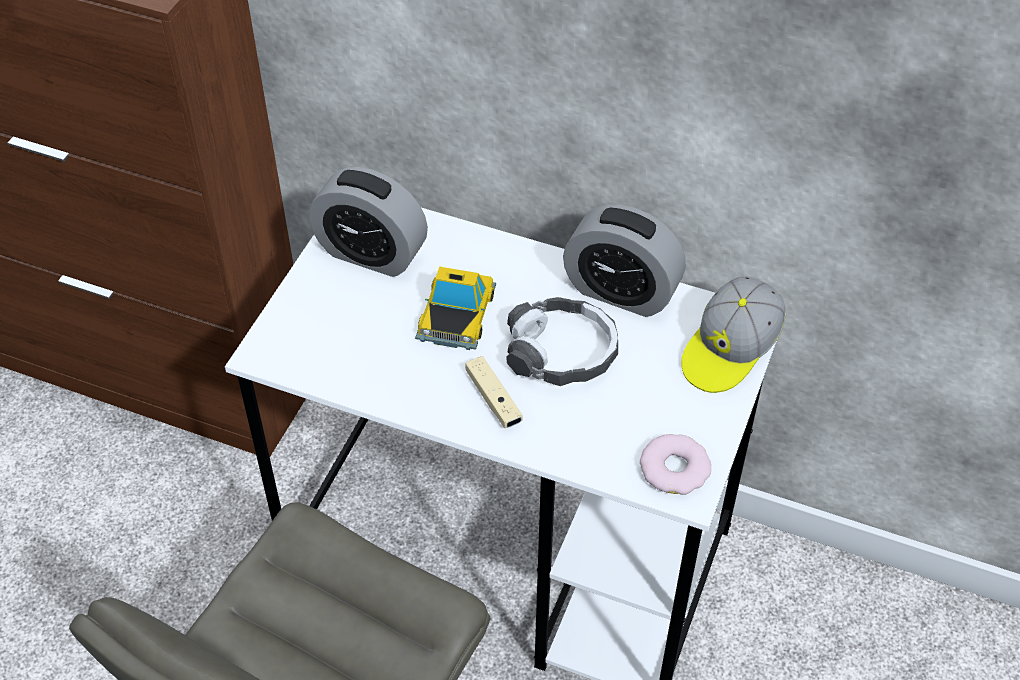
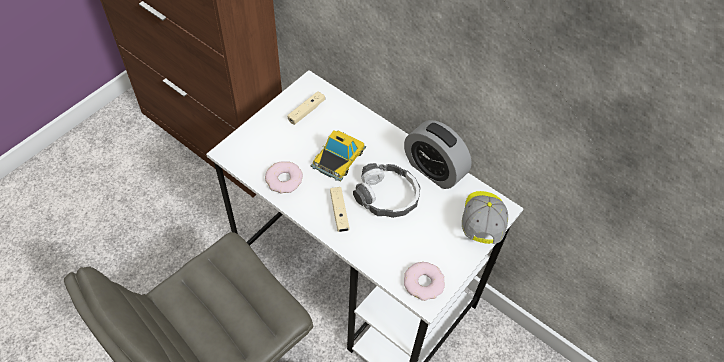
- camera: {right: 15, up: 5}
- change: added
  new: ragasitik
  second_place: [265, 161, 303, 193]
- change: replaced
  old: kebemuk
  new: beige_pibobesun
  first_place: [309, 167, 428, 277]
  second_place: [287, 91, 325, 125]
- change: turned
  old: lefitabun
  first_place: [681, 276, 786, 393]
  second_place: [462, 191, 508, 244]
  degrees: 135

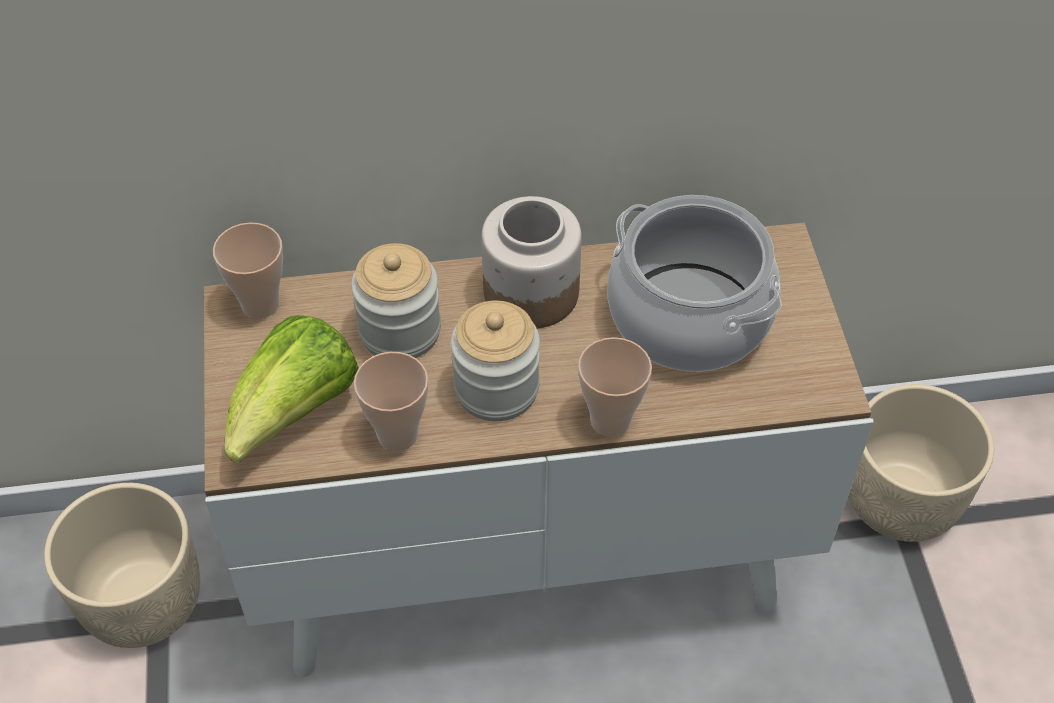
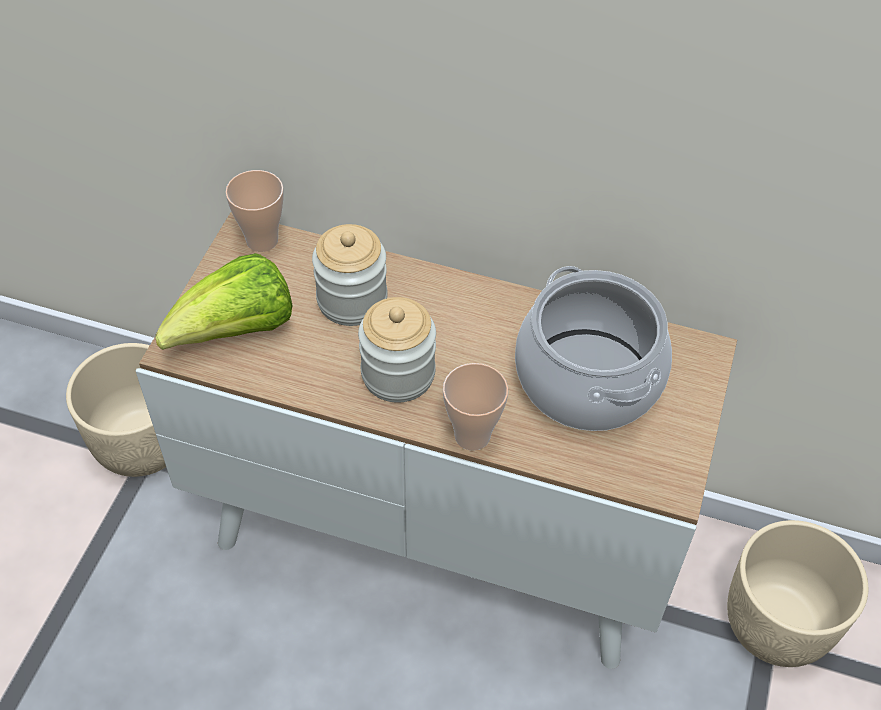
- camera: {right: 25, up: 0}
- change: removed
  old: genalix
  first_place: [354, 352, 428, 451]
- change: removed
  old: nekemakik
  first_place: [481, 196, 582, 329]

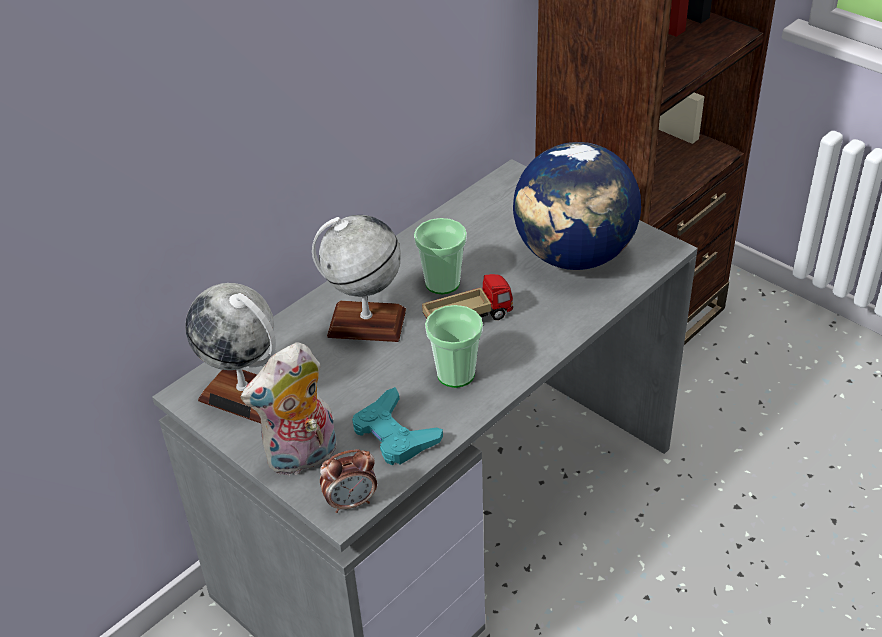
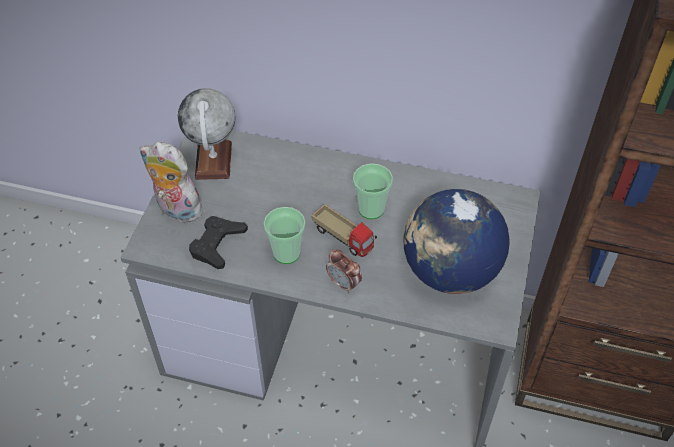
- camera: {right: 60, up: 10}
- change: recoloured
  old: turquoise_pibobesun
  new: black_pibobesun
  first_place: [352, 387, 443, 465]
  second_place: [189, 216, 248, 269]
- change: moved
  old: kebemuk
  first_place: [320, 449, 377, 513]
  second_place: [326, 249, 362, 293]
- change: removed
  old: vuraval
  first_place: [312, 215, 406, 342]

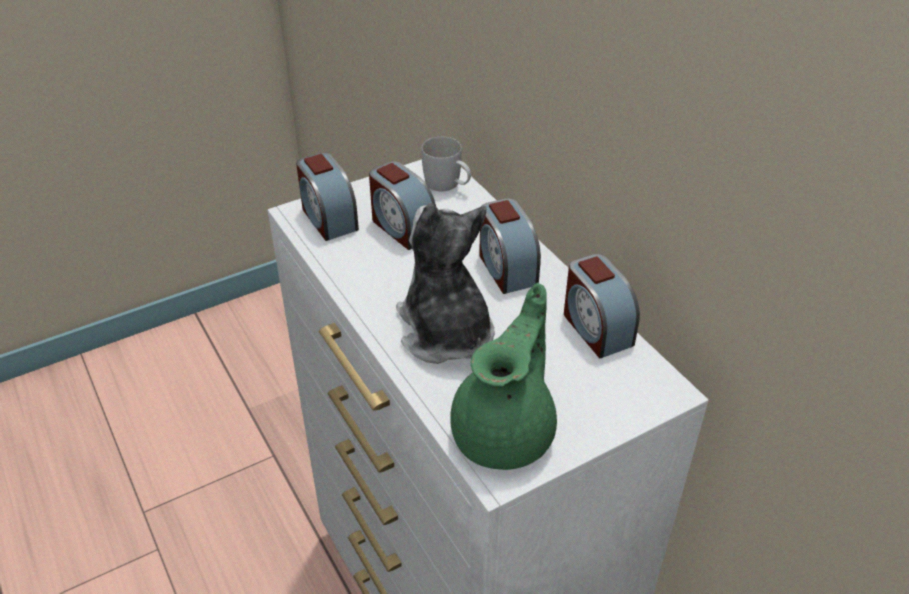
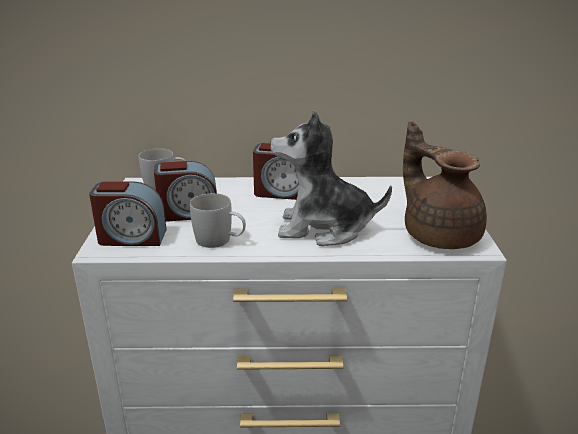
- camera: {right: -60, up: -15}
- change: added
  new: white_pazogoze
  second_place: [190, 193, 246, 248]
- change: recoloured
  old: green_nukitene
  new: brown_nukitene
  first_place: [450, 283, 557, 470]
  second_place: [403, 121, 487, 249]
- change: removed
  old: kebemuk
  first_place: [564, 254, 640, 359]

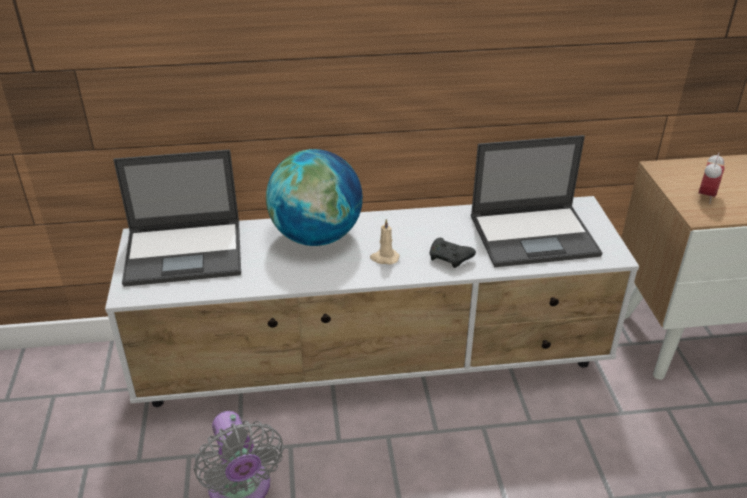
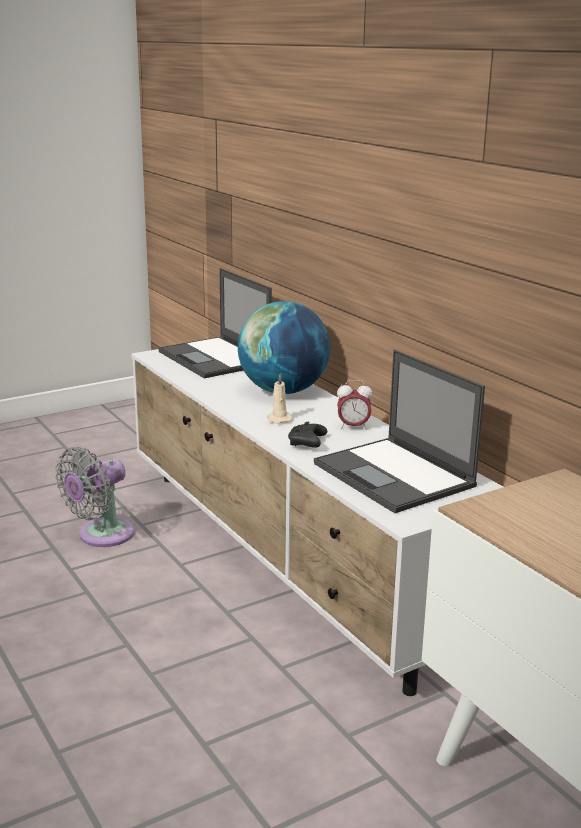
- camera: {right: 65, up: -15}
- change: moved
  old: kebemuk
  first_place: [698, 152, 725, 204]
  second_place: [337, 380, 373, 430]

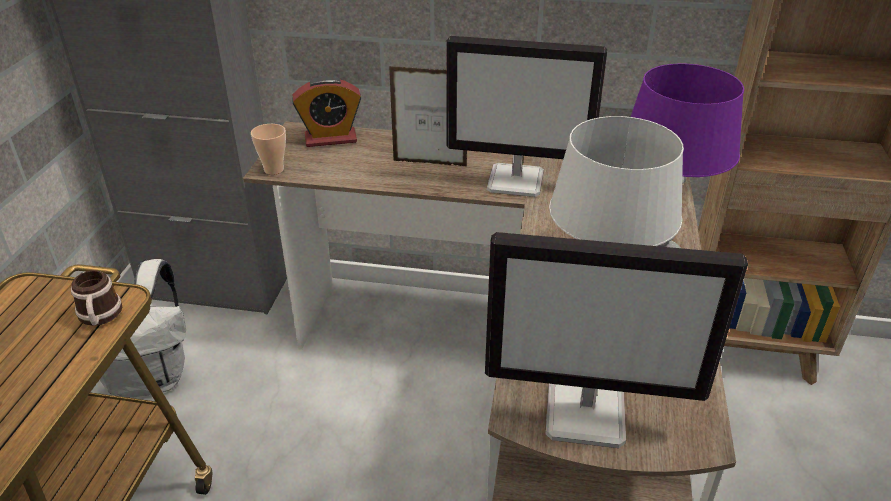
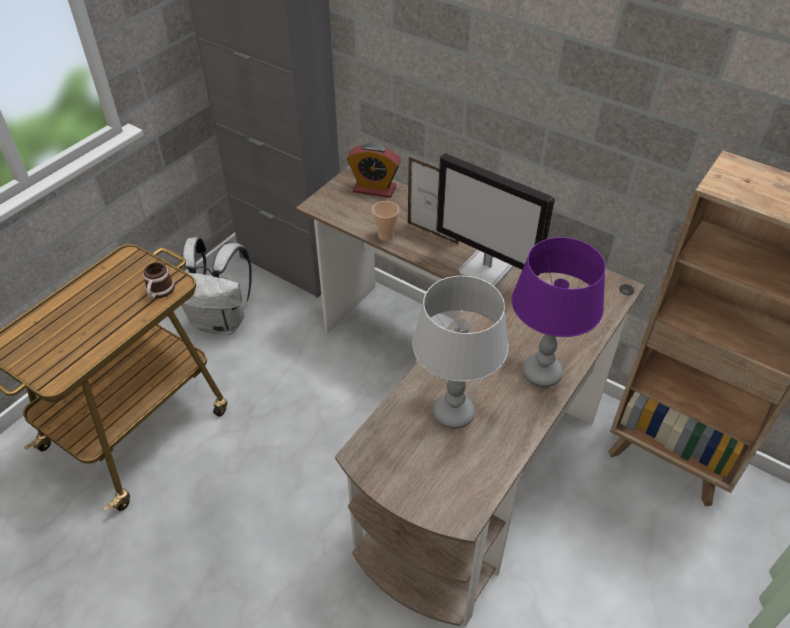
- camera: {right: 25, up: 10}
- change: moved
  old: genalix
  first_place: [251, 124, 286, 175]
  second_place: [372, 201, 399, 241]
- change: removed
  old: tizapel
  first_place: [485, 232, 748, 448]

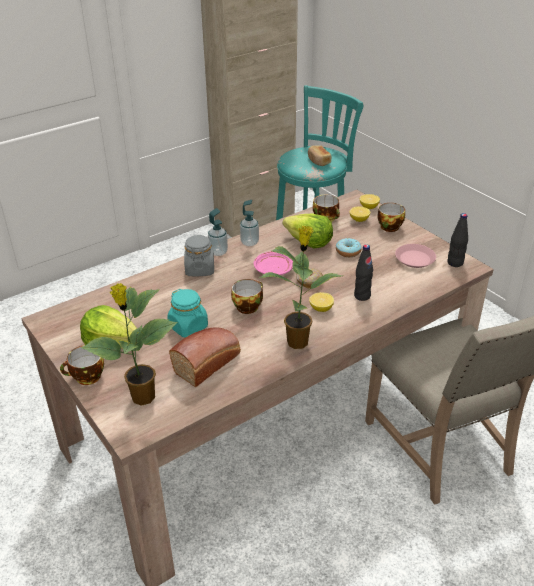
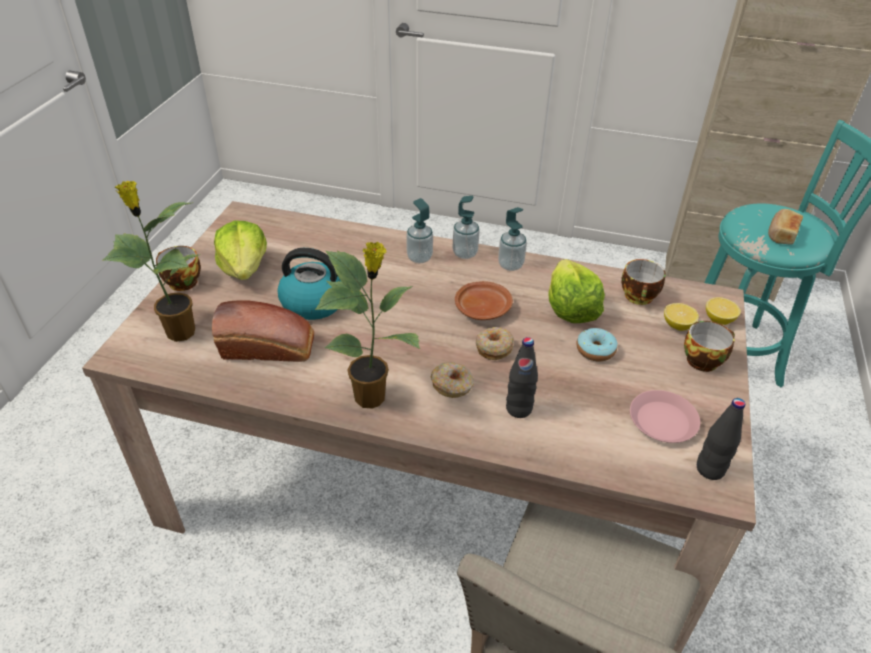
- camera: {right: 50, up: 5}
- change: replaced
  old: turquoise_nekemakik
  new: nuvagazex
  first_place: [167, 289, 208, 337]
  second_place: [277, 248, 341, 320]
- change: replaced
  old: grey_nekemakik
  new: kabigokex
  first_place: [184, 235, 214, 276]
  second_place: [406, 198, 433, 263]
- change: replaced
  old: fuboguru
  new: ragasitik
  first_place: [309, 292, 334, 312]
  second_place: [431, 362, 474, 398]
- change: recoloured
  old: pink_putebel
  new: brown_putebel
  first_place: [254, 251, 293, 275]
  second_place: [455, 281, 513, 320]
- change: removed
  old: genalix
  first_place: [231, 279, 263, 314]

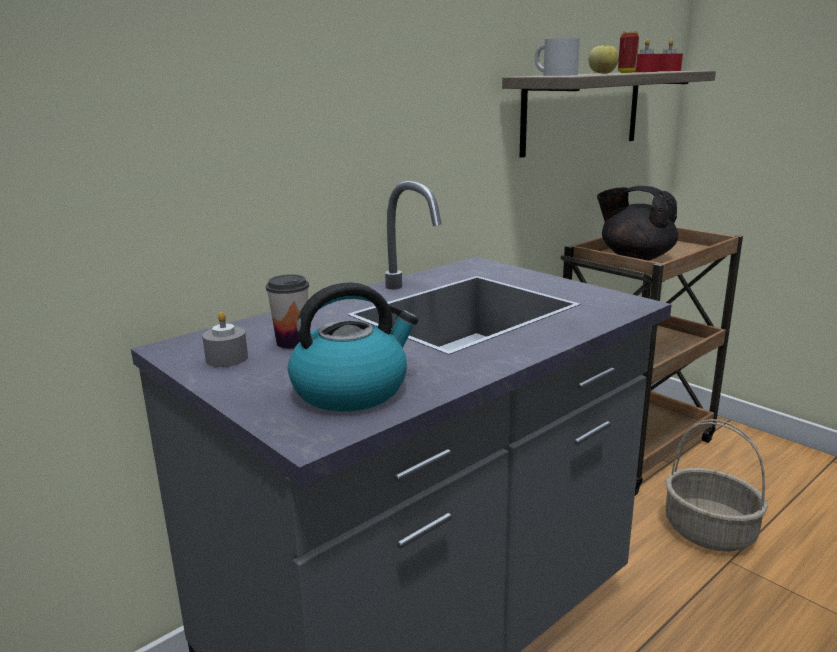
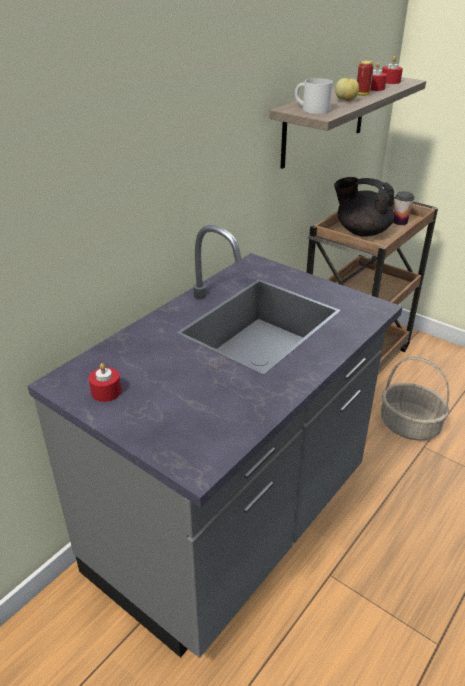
- camera: {right: -10, up: 15}
- change: recoloured
  old: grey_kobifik
  new: red_kobifik
  first_place: [202, 312, 248, 367]
  second_place: [89, 363, 122, 402]
- change: moved
  old: genalix
  first_place: [266, 274, 309, 349]
  second_place: [393, 191, 414, 225]
- change: removed
  old: nuvagazex
  first_place: [288, 282, 418, 412]

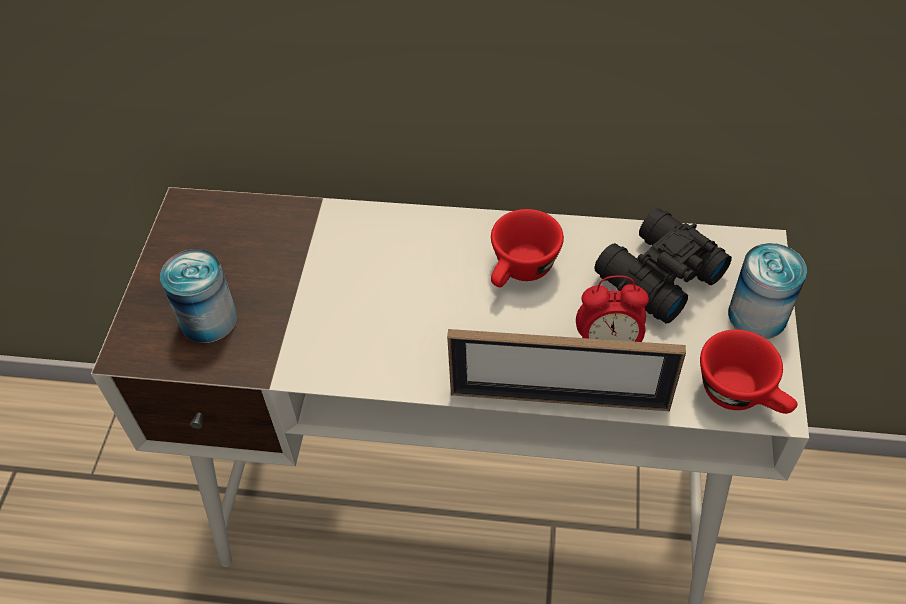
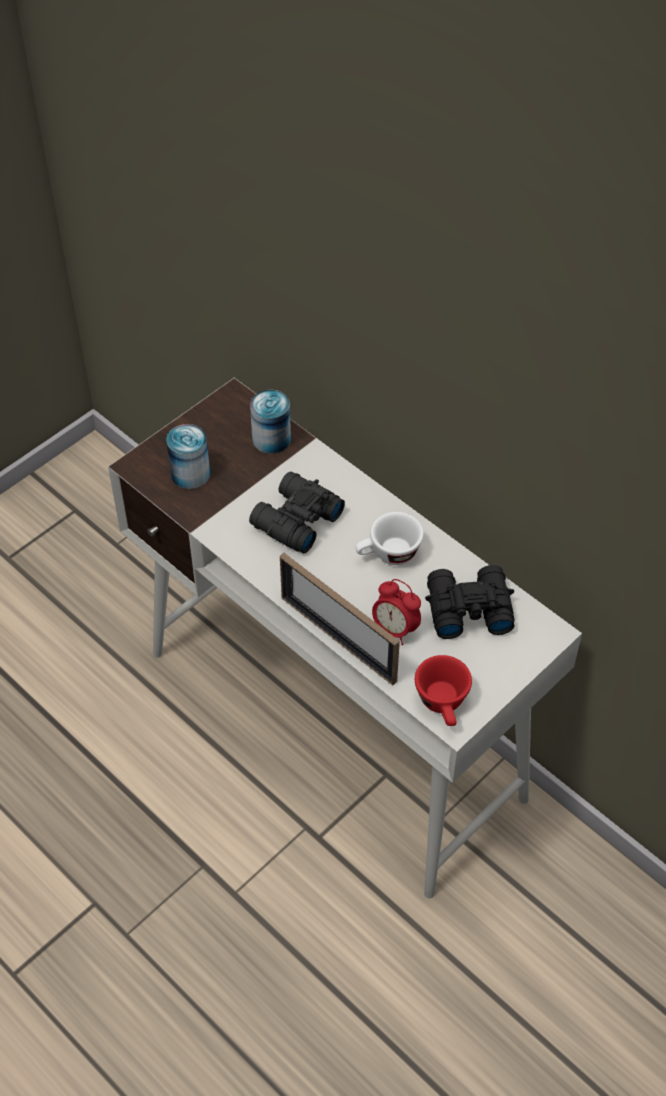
- camera: {right: 35, up: 0}
- change: added
  new: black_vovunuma
  second_place: [249, 472, 345, 554]
- change: moved
  old: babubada
  first_place: [728, 243, 807, 339]
  second_place: [250, 390, 291, 454]
- change: recoloured
  old: red_genalix
  new: white_genalix
  first_place: [491, 209, 564, 288]
  second_place: [356, 512, 424, 565]

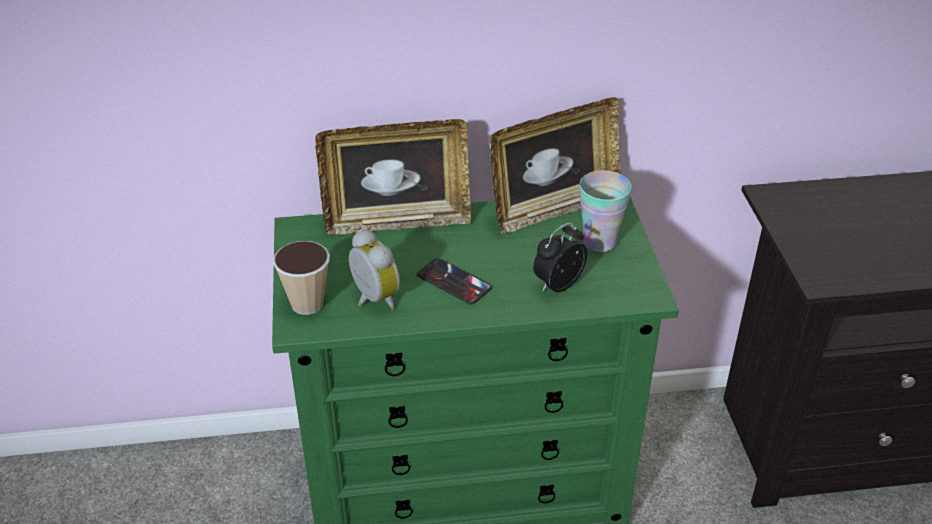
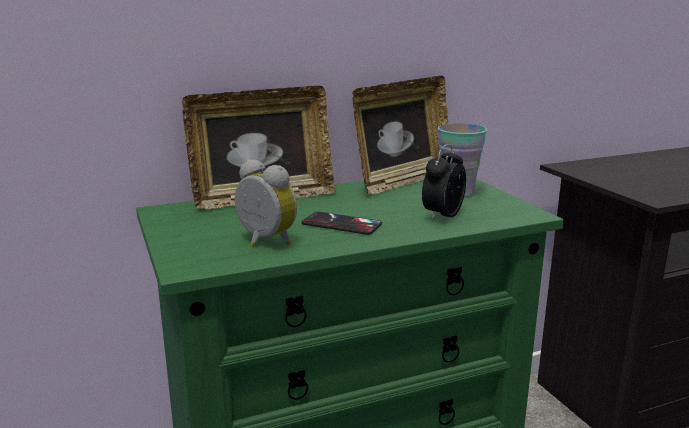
- camera: {right: -15, up: -20}
- change: removed
  old: genalix
  first_place: [273, 241, 330, 315]

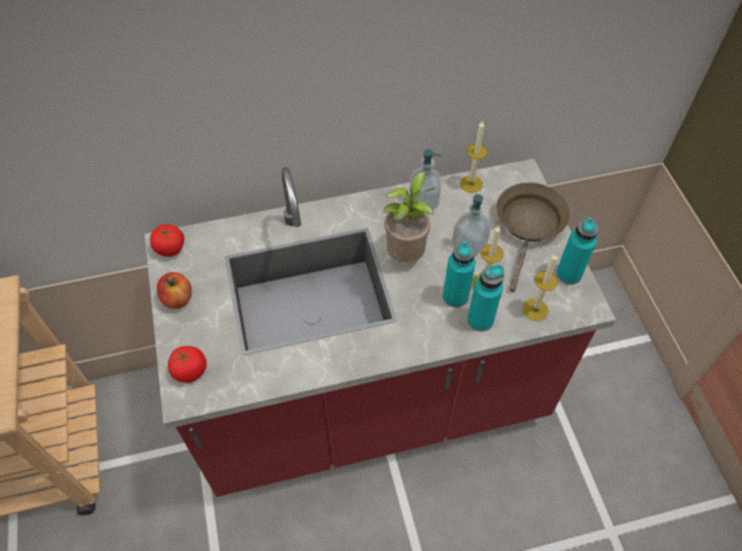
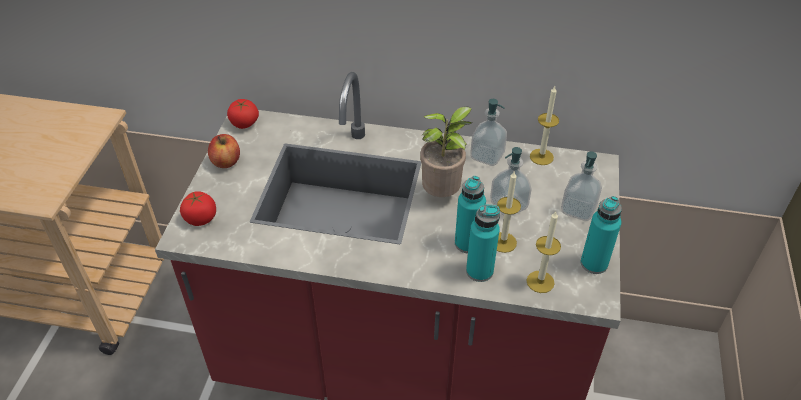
- camera: {right: 25, up: -10}
- change: replaced
  old: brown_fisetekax
  new: kabigokex
  first_place: [496, 183, 570, 292]
  second_place: [561, 151, 602, 221]

